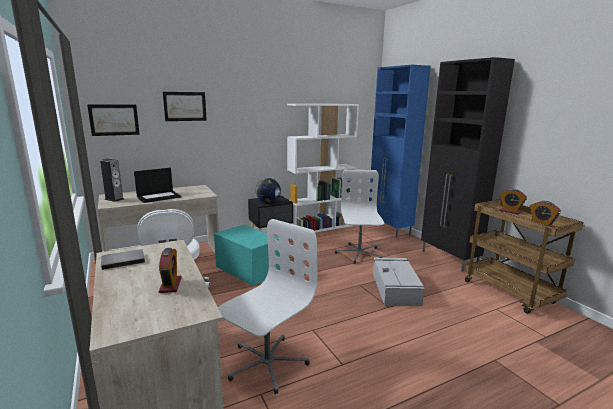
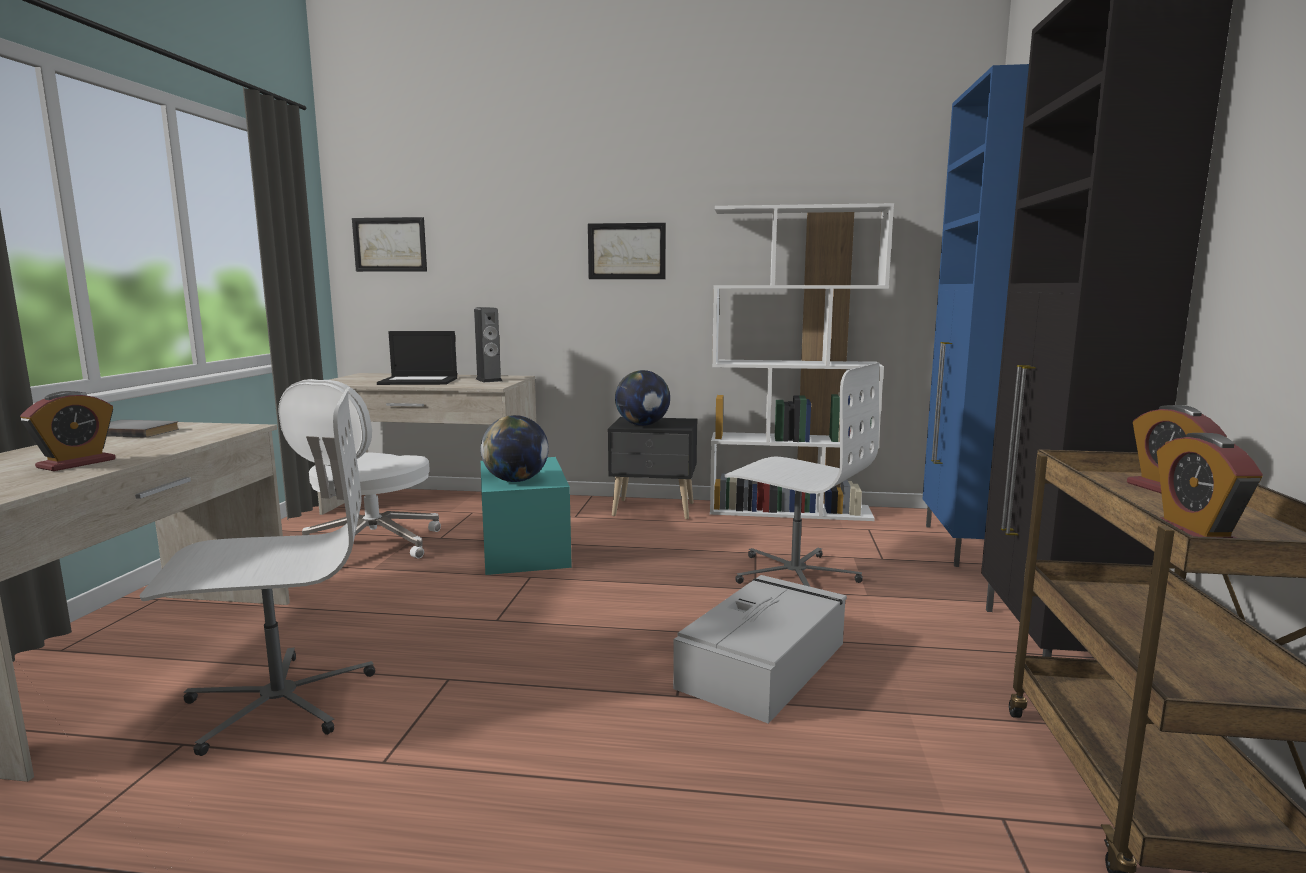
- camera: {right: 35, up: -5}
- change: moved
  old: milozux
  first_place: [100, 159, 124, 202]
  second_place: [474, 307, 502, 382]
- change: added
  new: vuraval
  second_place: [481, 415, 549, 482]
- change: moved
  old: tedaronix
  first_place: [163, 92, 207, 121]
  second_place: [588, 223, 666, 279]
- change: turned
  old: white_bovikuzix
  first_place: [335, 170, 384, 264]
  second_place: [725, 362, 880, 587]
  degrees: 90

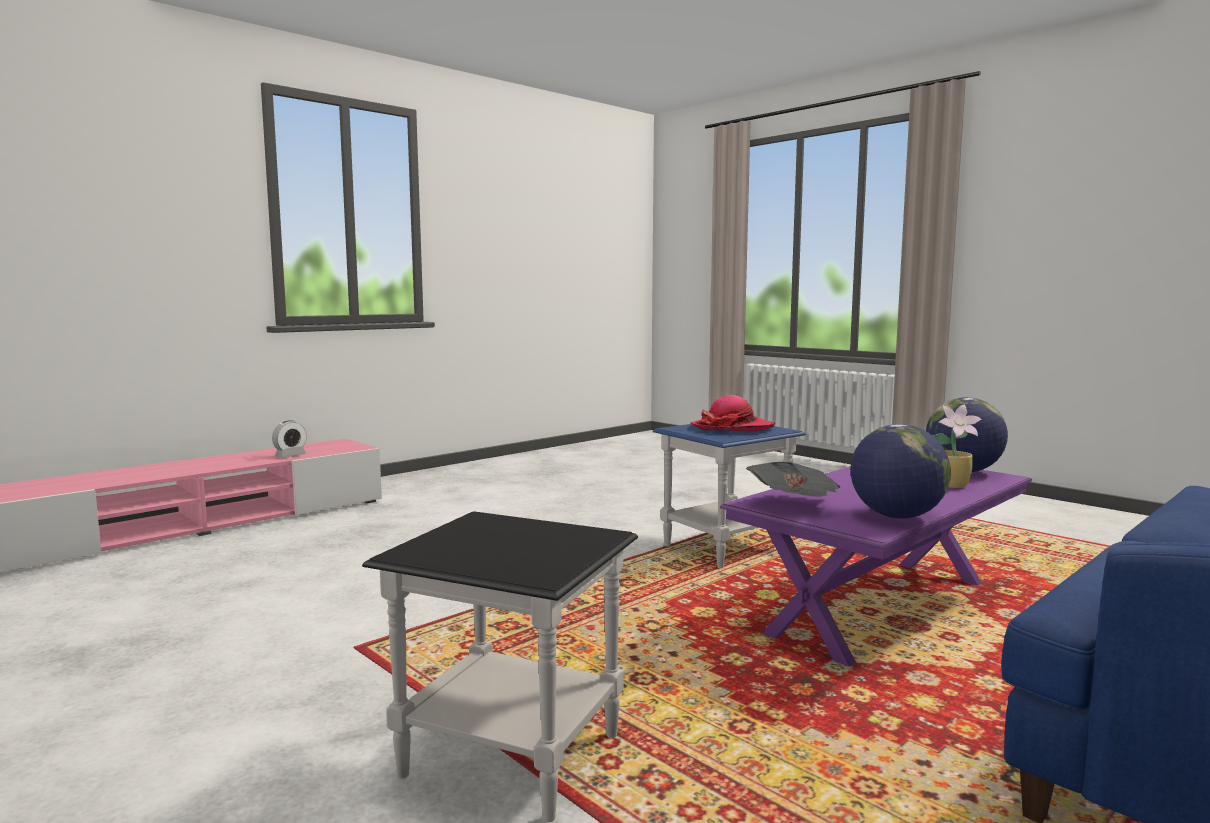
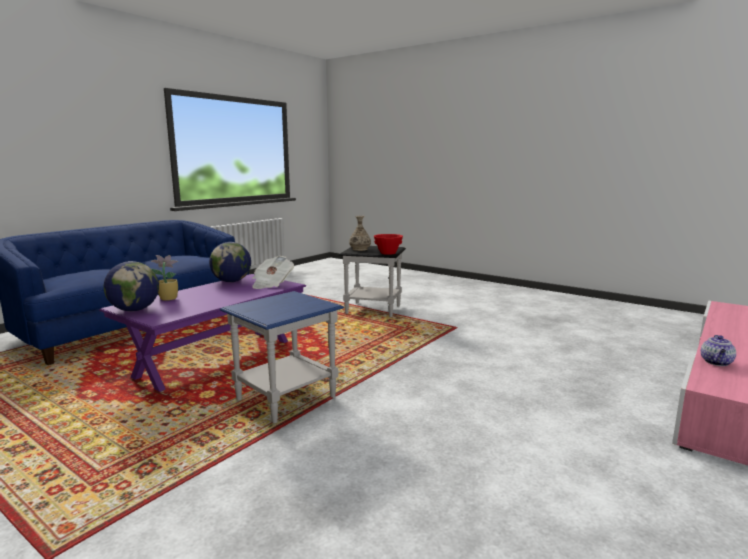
- camera: {right: 170, up: 5}
- change: added
  new: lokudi
  second_place: [349, 216, 371, 251]
- change: added
  new: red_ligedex
  second_place: [374, 234, 403, 255]
- change: replaced
  old: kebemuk
  new: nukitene
  first_place: [272, 420, 307, 458]
  second_place: [701, 335, 736, 366]
- change: removed
  old: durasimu
  first_place: [691, 395, 775, 432]

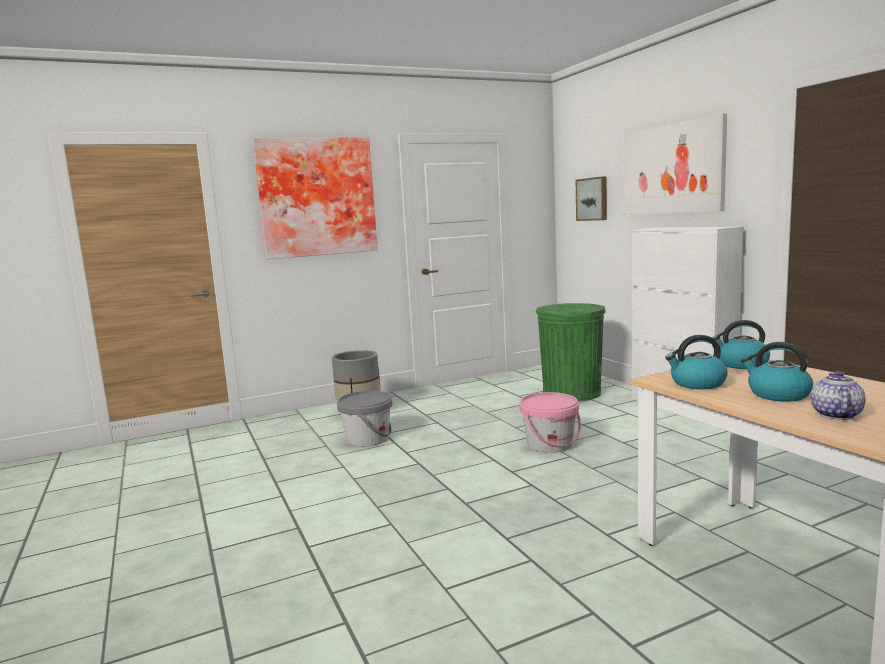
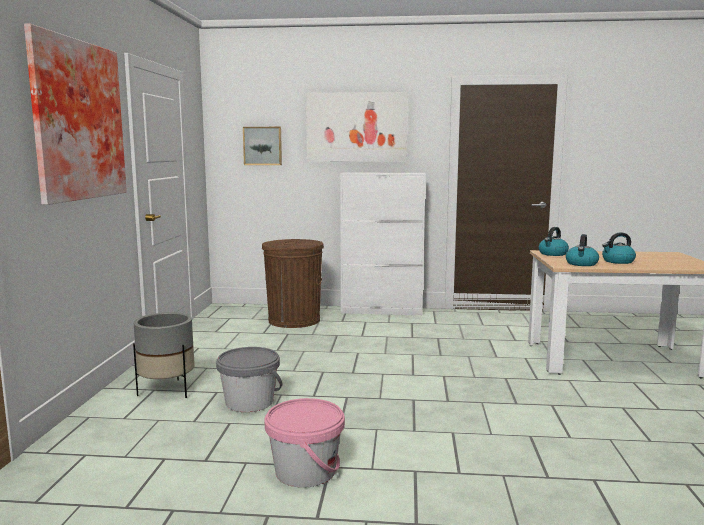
- camera: {right: -60, up: 0}
- change: recoloured
  old: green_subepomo
  new: brown_subepomo
  first_place: [536, 303, 606, 402]
  second_place: [262, 239, 324, 328]
- change: moved
  old: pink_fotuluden
  first_place: [519, 392, 581, 453]
  second_place: [265, 398, 345, 488]
- change: removed
  old: nukitene
  first_place: [811, 371, 866, 420]

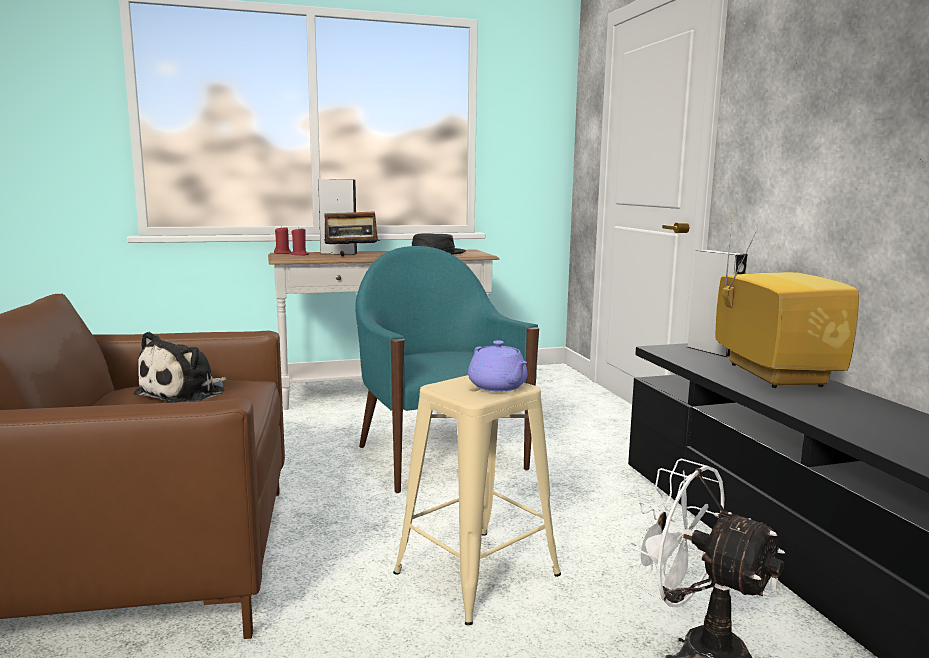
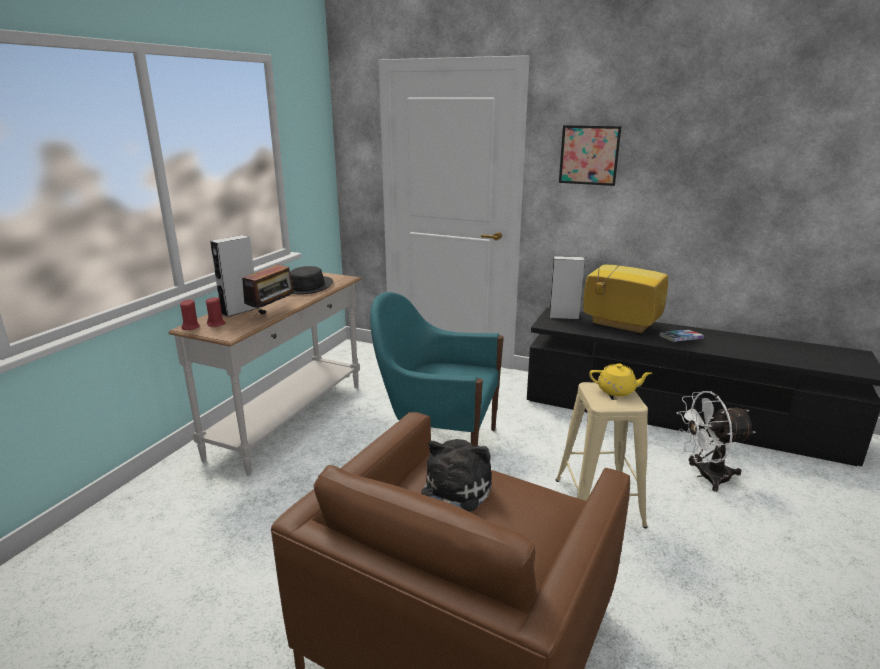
- camera: {right: -50, up: 10}
- change: turned
  old: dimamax
  first_place: [134, 332, 227, 403]
  second_place: [421, 439, 492, 512]
  degrees: -135
- change: added
  new: tedaronix
  second_place: [559, 125, 621, 186]
- change: recoloured
  old: purple_nukitene
  new: yellow_nukitene
  first_place: [468, 340, 527, 392]
  second_place: [589, 363, 652, 396]
- change: added
  new: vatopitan
  second_place: [660, 330, 704, 342]

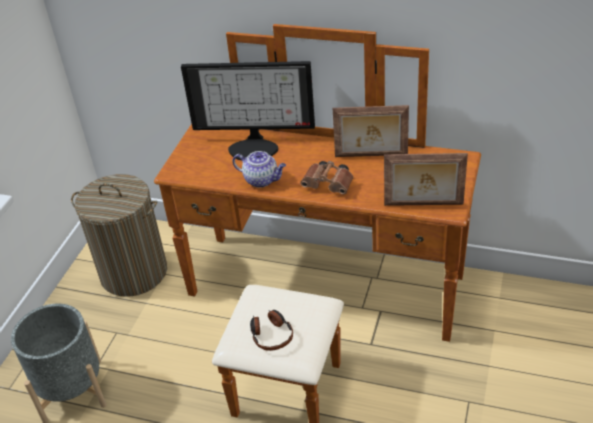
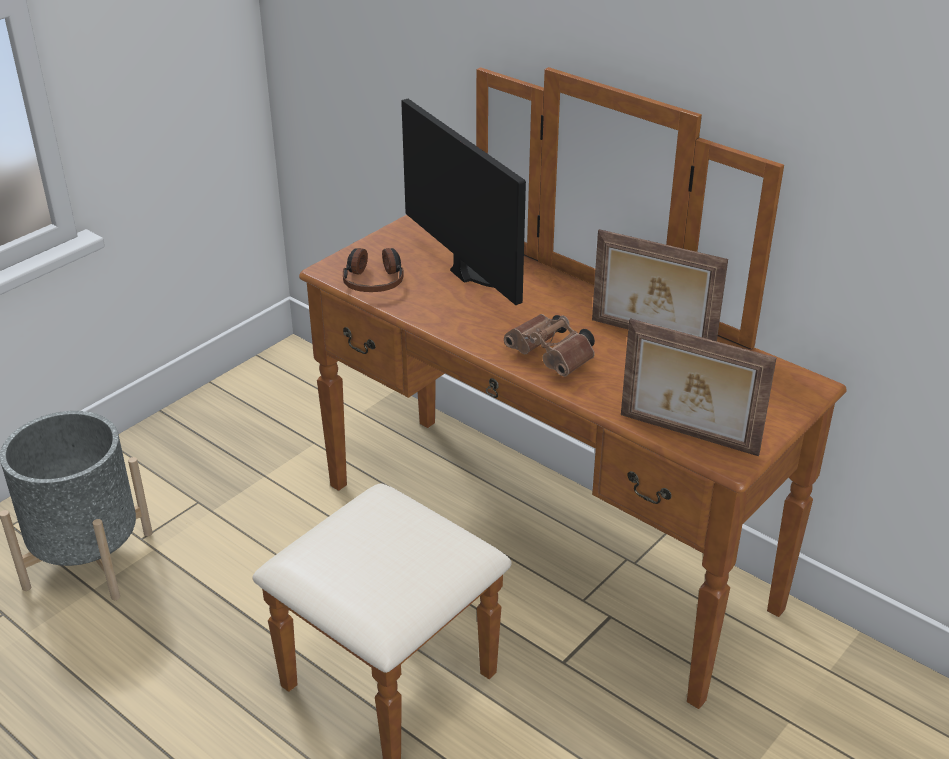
- camera: {right: 20, up: -5}
- change: moved
  old: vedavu
  first_place: [250, 310, 293, 351]
  second_place: [343, 248, 403, 292]
- change: turned
  old: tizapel
  first_place: [181, 61, 315, 161]
  second_place: [401, 99, 526, 305]
  degrees: -150
- change: removed
  old: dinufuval
  first_place: [71, 174, 167, 297]
- change: removed
  old: nukitene
  first_place: [233, 151, 286, 188]

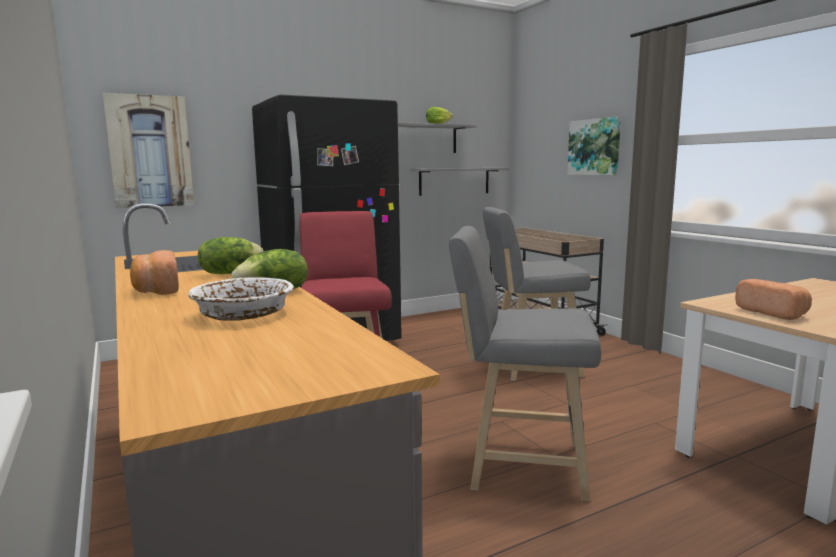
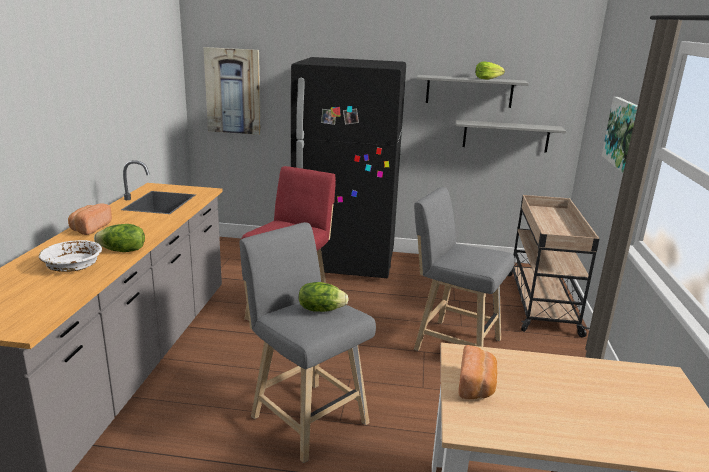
- camera: {right: 35, up: 10}
- change: moved
  old: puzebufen
  first_place: [198, 237, 264, 274]
  second_place: [299, 282, 349, 312]

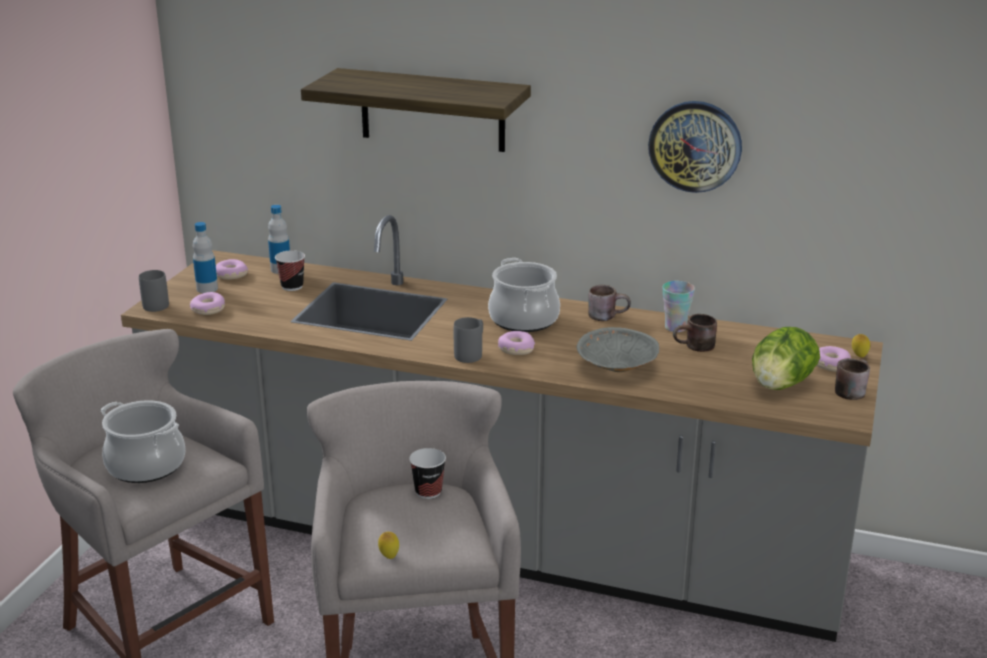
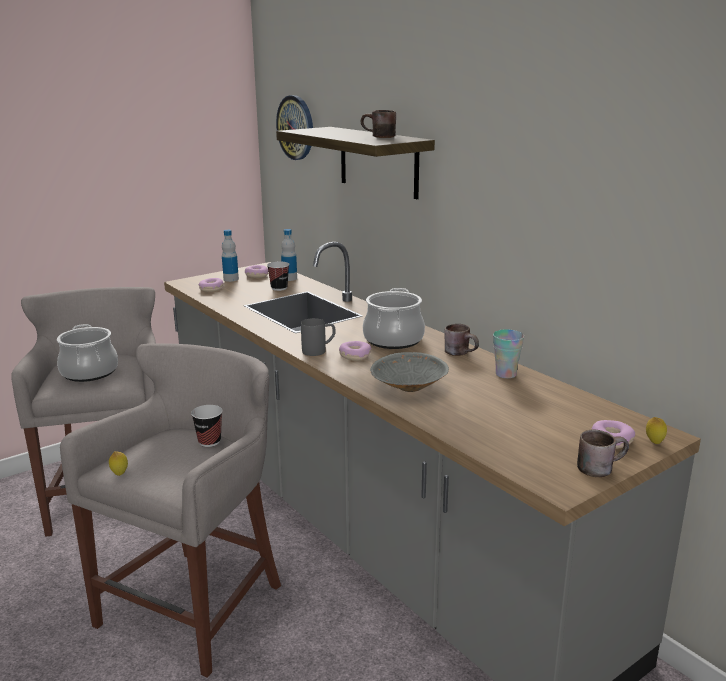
- camera: {right: 35, up: -5}
- change: moved
  old: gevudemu
  first_place: [648, 101, 742, 193]
  second_place: [276, 95, 313, 160]
- change: moved
  old: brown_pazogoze
  first_place: [673, 314, 717, 352]
  second_place: [361, 110, 396, 138]
- change: removed
  old: grey_pazogoze
  first_place: [139, 270, 169, 312]
- change: removed
  old: puzebufen
  first_place: [752, 327, 820, 390]

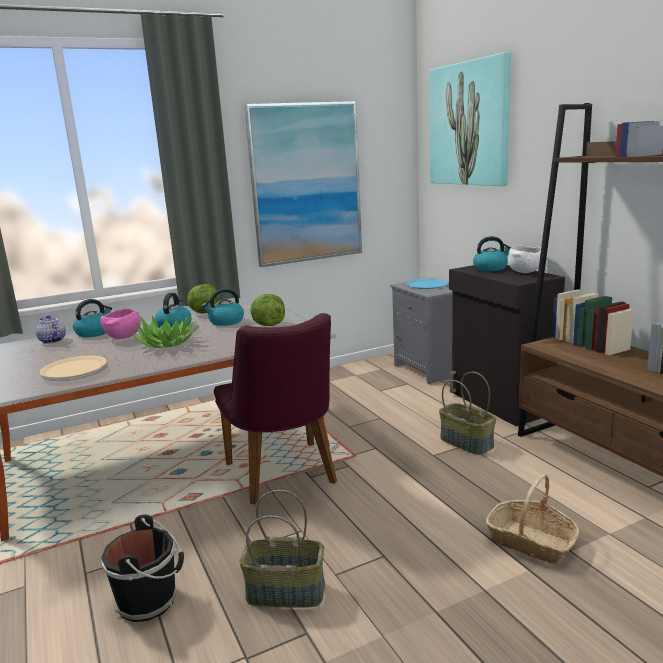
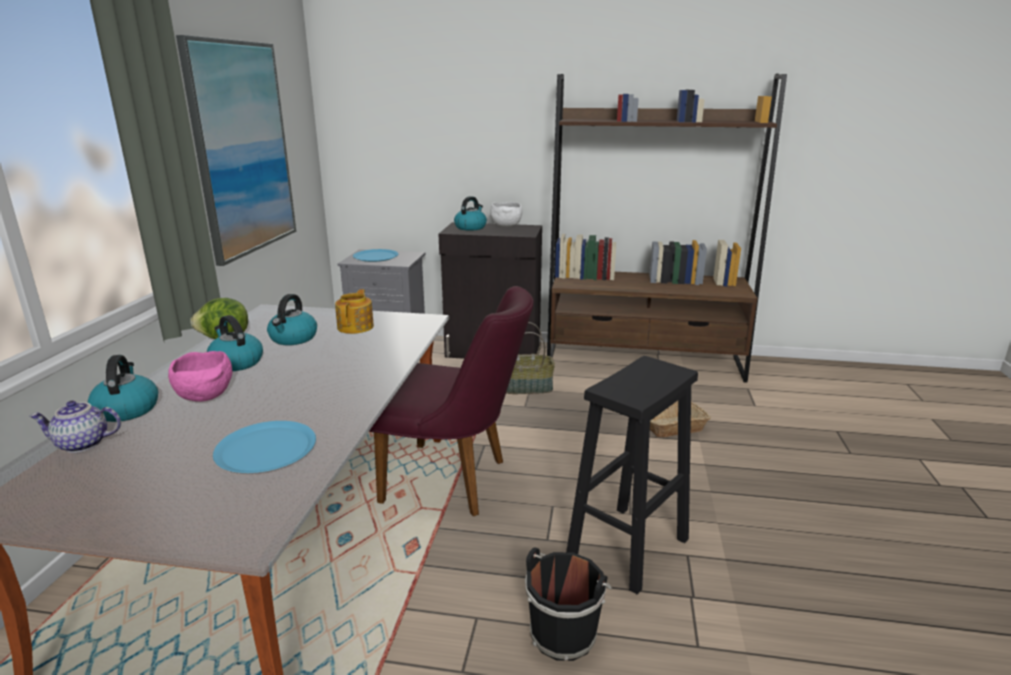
- camera: {right: -55, up: 5}
- change: recoloured
  old: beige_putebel
  new: blue_putebel
  first_place: [40, 356, 107, 379]
  second_place: [213, 421, 316, 473]
- change: replaced
  old: puzebufen
  new: nukitene
  first_place: [250, 294, 285, 326]
  second_place: [335, 289, 374, 334]
- change: replaced
  old: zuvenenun
  new: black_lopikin
  first_place: [239, 490, 325, 608]
  second_place: [566, 356, 698, 594]
- change: removed
  old: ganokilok
  first_place: [130, 314, 199, 348]
- change: removed
  old: tedaronix
  first_place: [429, 52, 511, 186]

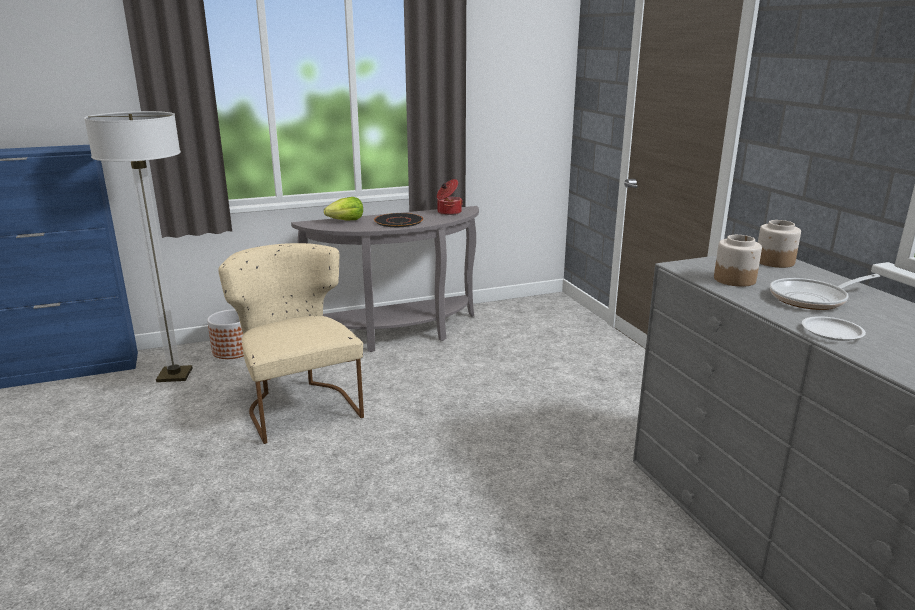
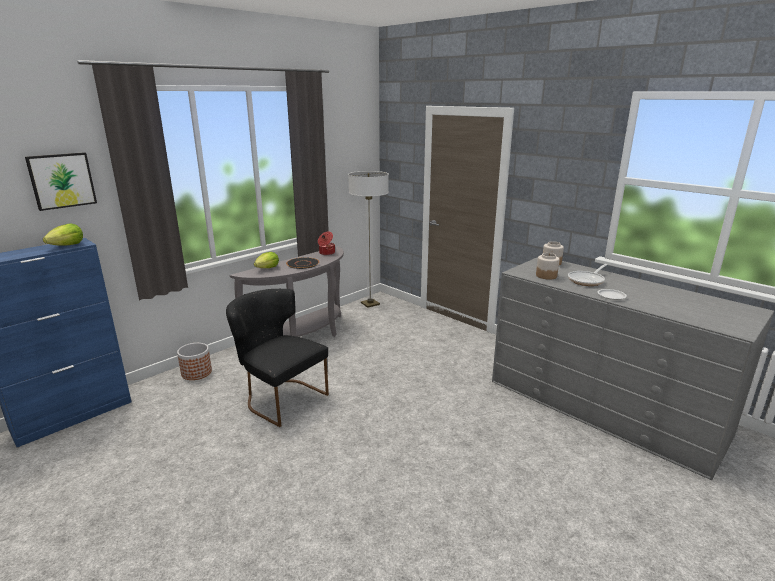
- camera: {right: -25, up: 0}
- change: added
  new: tedaronix
  second_place: [25, 152, 97, 211]
- change: added
  new: puzebufen
  second_place: [43, 223, 83, 245]
- change: recoloured
  old: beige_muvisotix
  new: black_muvisotix
  first_place: [218, 243, 364, 444]
  second_place: [226, 289, 329, 427]
- change: moved
  old: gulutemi
  first_place: [84, 111, 193, 382]
  second_place: [348, 171, 389, 308]

